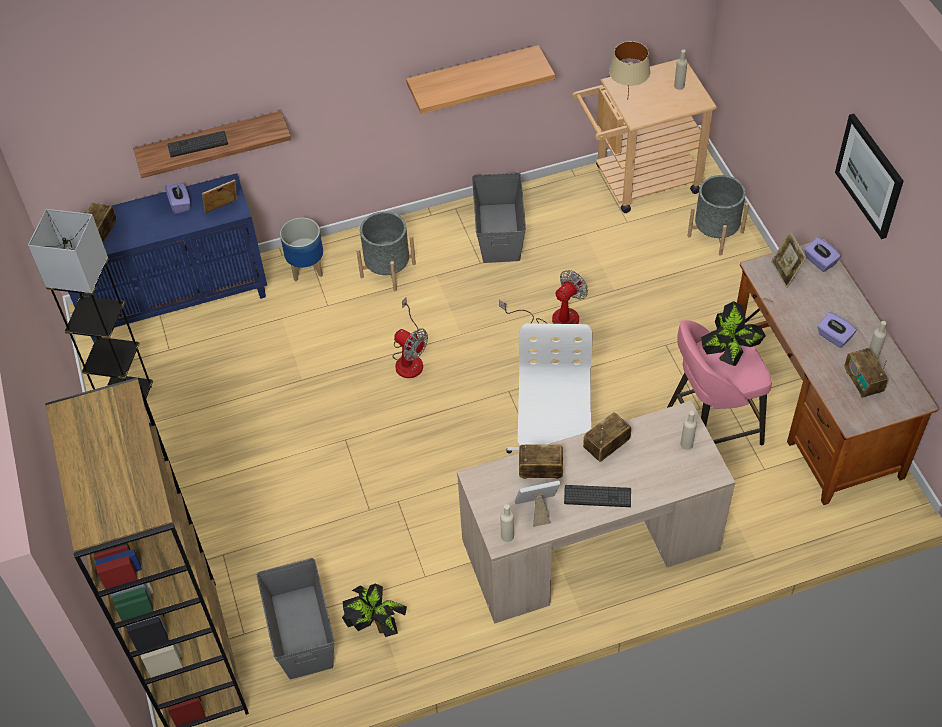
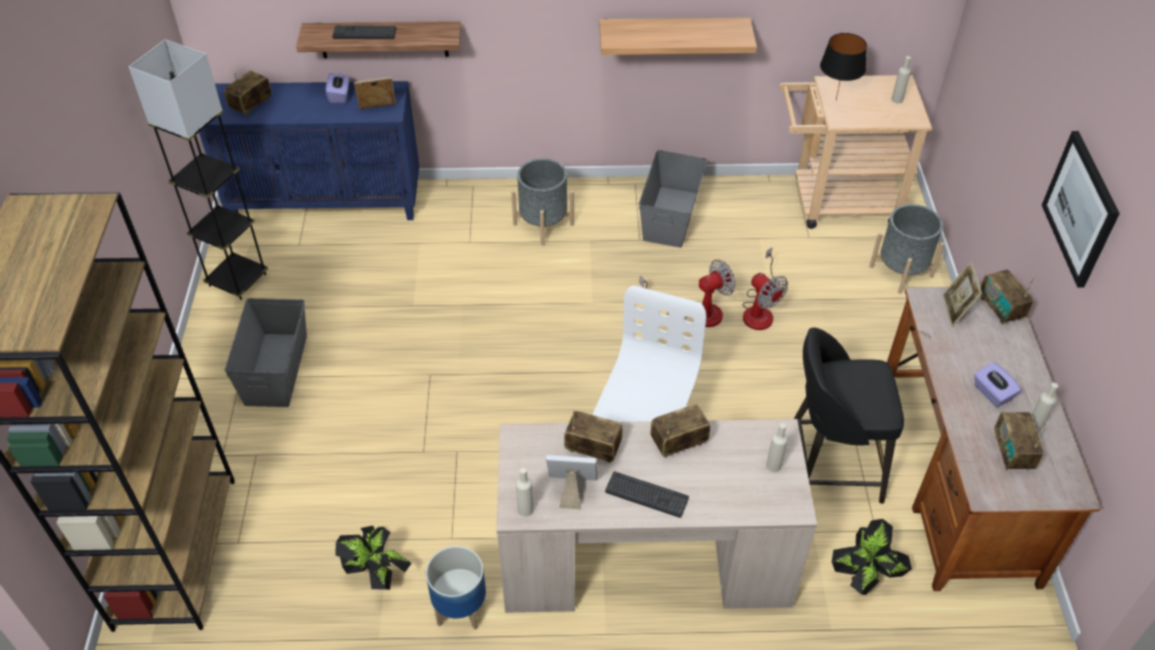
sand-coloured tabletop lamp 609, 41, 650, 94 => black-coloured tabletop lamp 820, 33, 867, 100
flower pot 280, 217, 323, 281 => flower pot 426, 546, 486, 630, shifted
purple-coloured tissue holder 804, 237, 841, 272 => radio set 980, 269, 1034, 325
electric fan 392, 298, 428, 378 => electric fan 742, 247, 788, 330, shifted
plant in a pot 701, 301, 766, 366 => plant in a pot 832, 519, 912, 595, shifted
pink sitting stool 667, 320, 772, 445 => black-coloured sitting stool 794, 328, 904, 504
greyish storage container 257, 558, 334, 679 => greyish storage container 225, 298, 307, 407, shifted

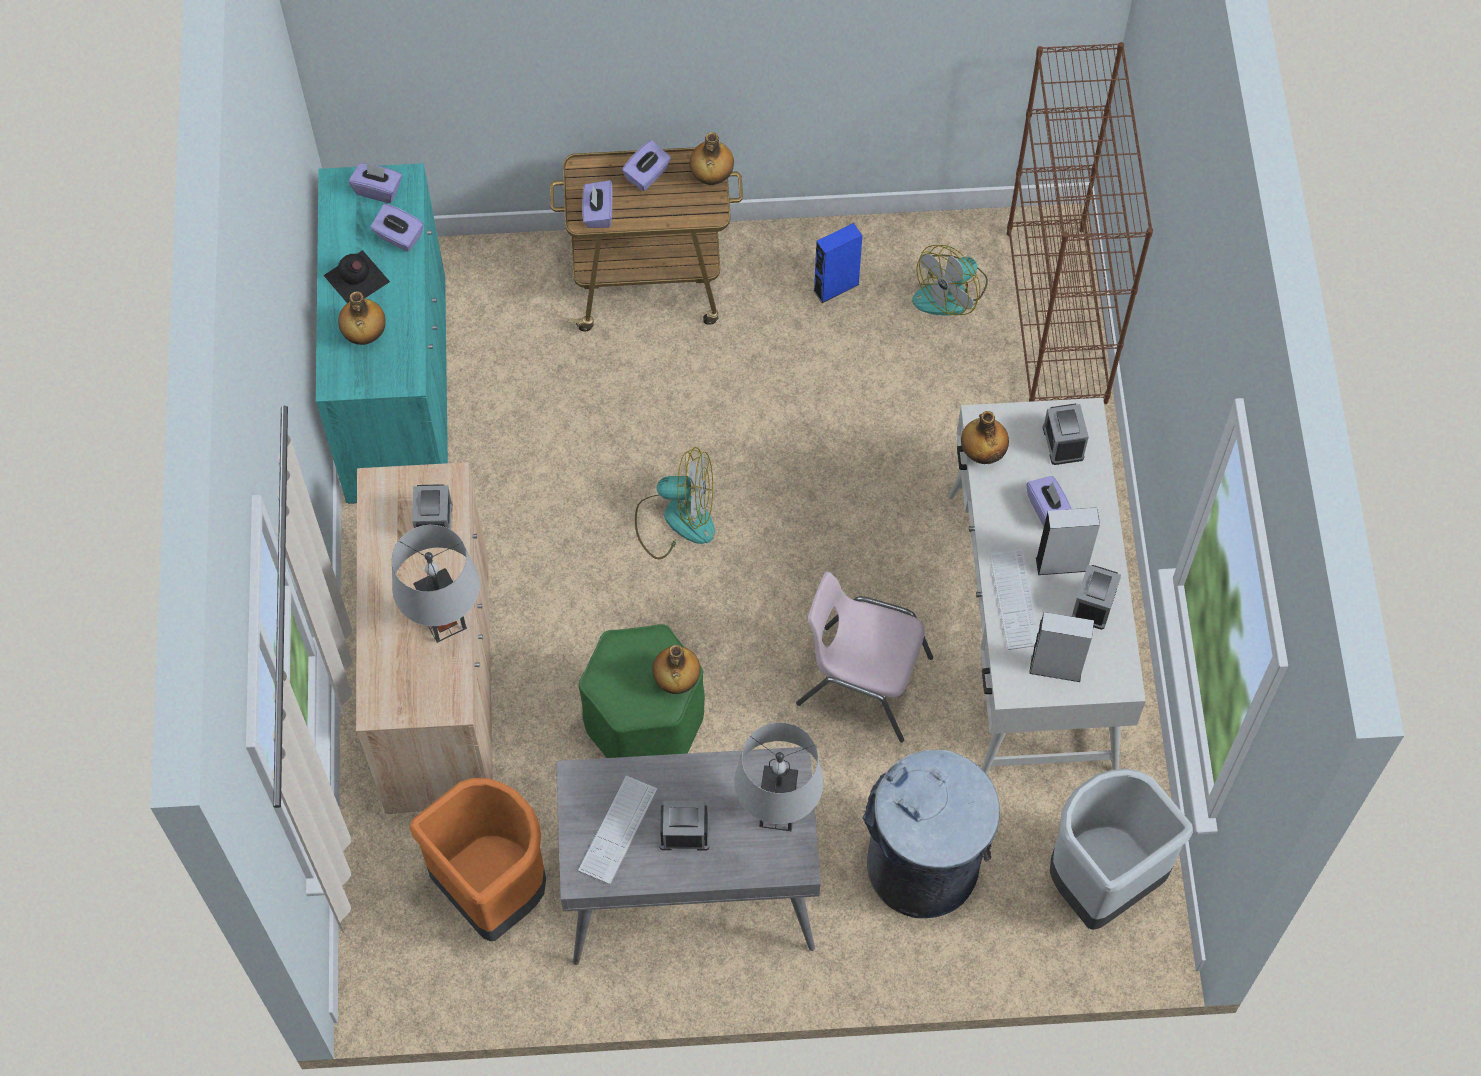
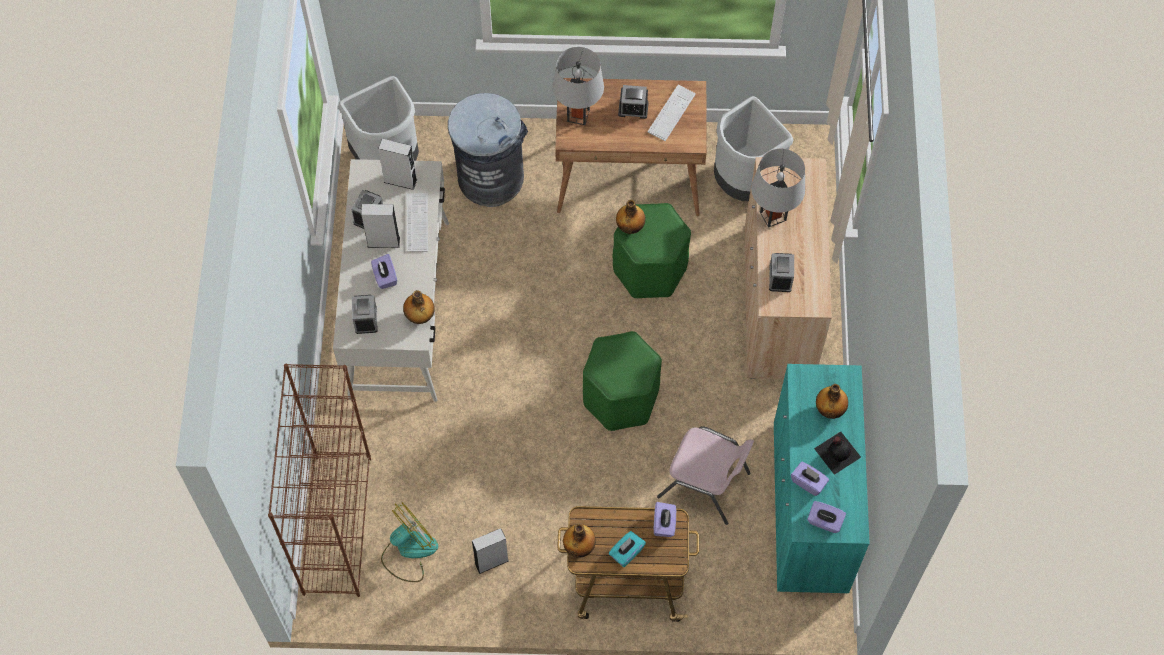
purple-coloured tissue holder 622, 140, 671, 191 => turquoise tissue holder 609, 531, 646, 567
bluish loudspeaker 813, 223, 862, 303 => greyish loudspeaker 472, 528, 509, 574
electric fan 635, 447, 715, 559 => green sitting stool 583, 331, 662, 431
pink chair 796, 571, 933, 742 => pink chair 657, 426, 754, 525, shifted
greyish desk table 556, 747, 821, 965 => brownish desk table 555, 78, 707, 216
orange rubbish bin 410, 778, 546, 941 => greyish rubbish bin 714, 96, 793, 201

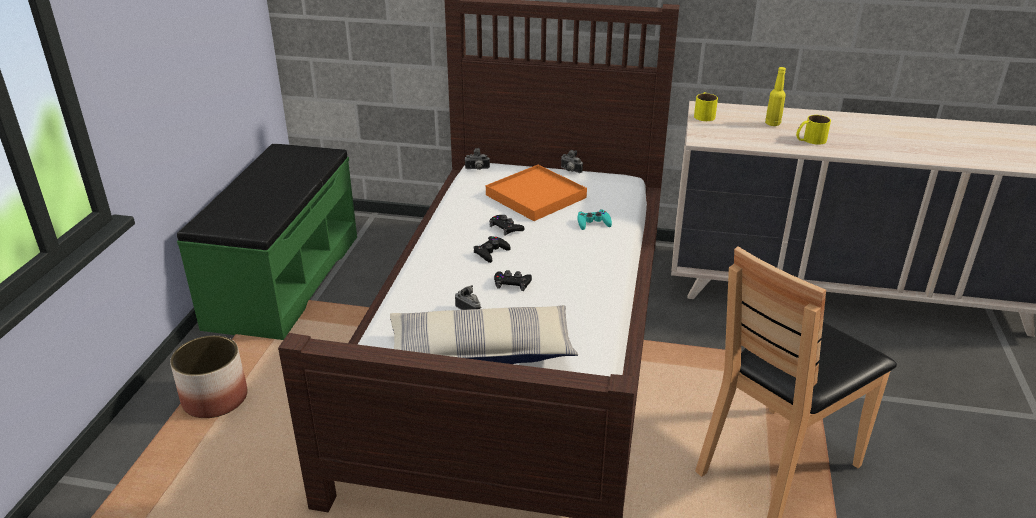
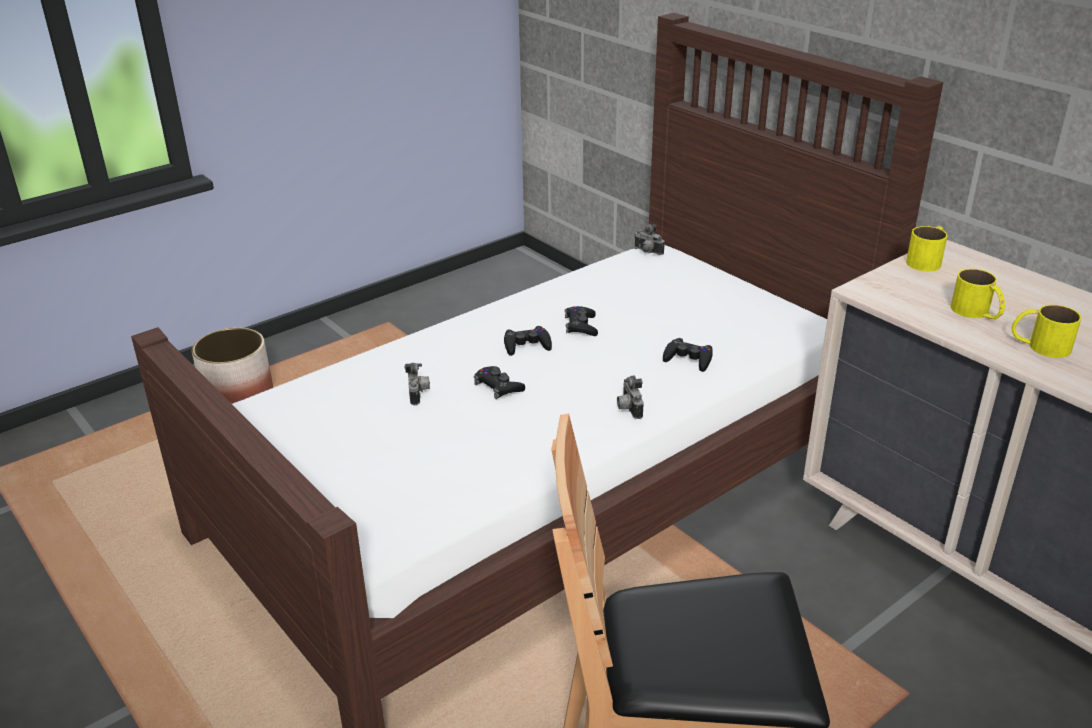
yellow beverage bottle 765, 67, 786, 126 => nothing
green bench 177, 144, 357, 340 => nothing
photo camera 561, 150, 583, 173 => photo camera 617, 376, 644, 419, shifted
orange serving tray 486, 165, 587, 221 => nothing
turquoise joypad 577, 209, 612, 230 => black-coloured joypad 663, 338, 712, 372
throw pillow 390, 305, 578, 364 => nothing
nothing => yellow mug 951, 269, 1005, 319

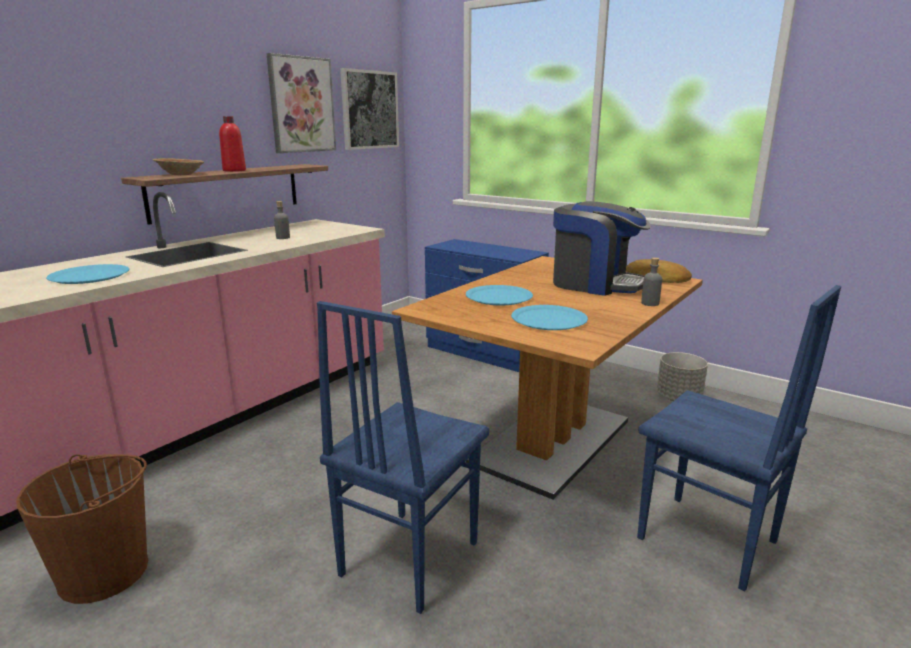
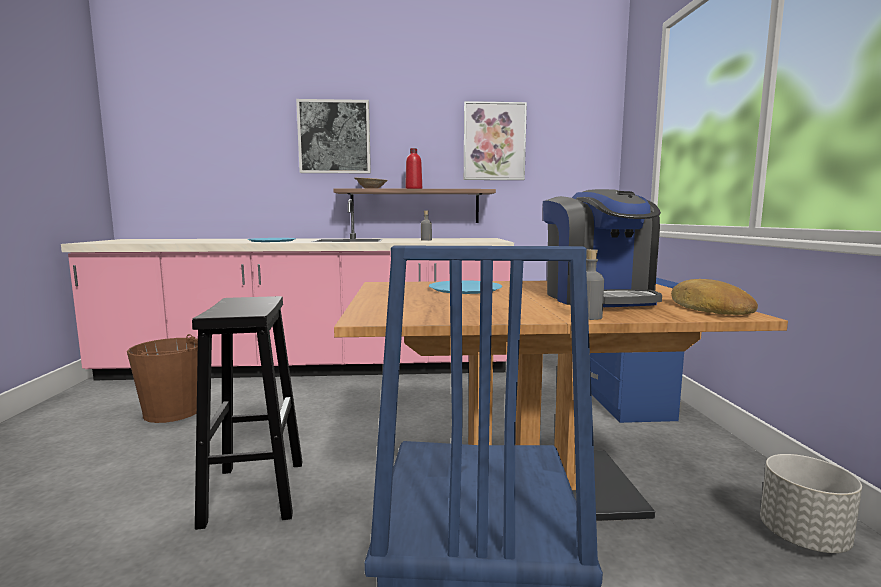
wall picture 340, 68, 399, 150 => wall picture 296, 99, 371, 173, shifted
bluish chair 317, 301, 489, 614 => black-coloured sitting stool 192, 296, 302, 530
bluish plate 511, 305, 588, 330 => nothing

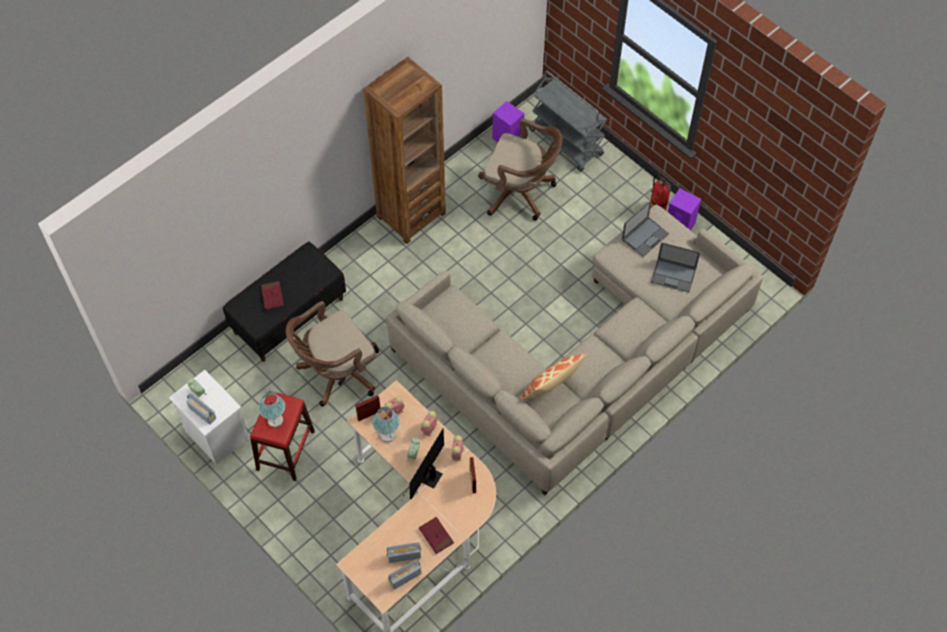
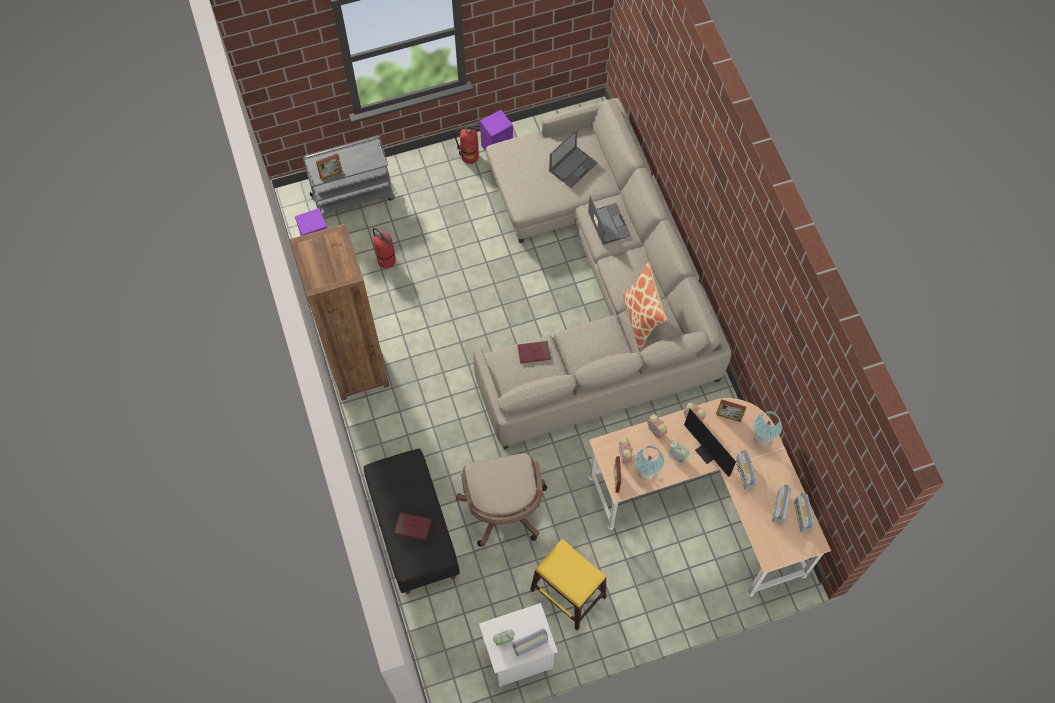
brownish desk chair 478, 119, 562, 221 => fire-fighting cylinder 373, 228, 396, 268
notebook computer 622, 200, 669, 257 => notebook computer 588, 195, 631, 245, shifted
red-coloured sitting stool 250, 391, 315, 481 => yellow sitting stool 530, 539, 606, 631
tabletop lamp 258, 392, 285, 428 => tabletop lamp 753, 411, 782, 446, shifted
red-coloured book 419, 517, 454, 554 => red-coloured book 517, 341, 550, 363, shifted
nothing => picture frame 316, 153, 343, 180
nothing => radio set 736, 450, 757, 489

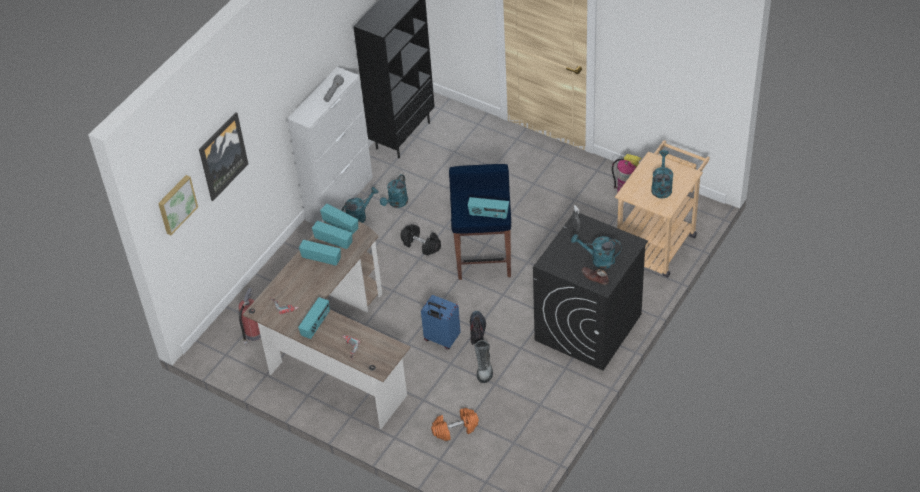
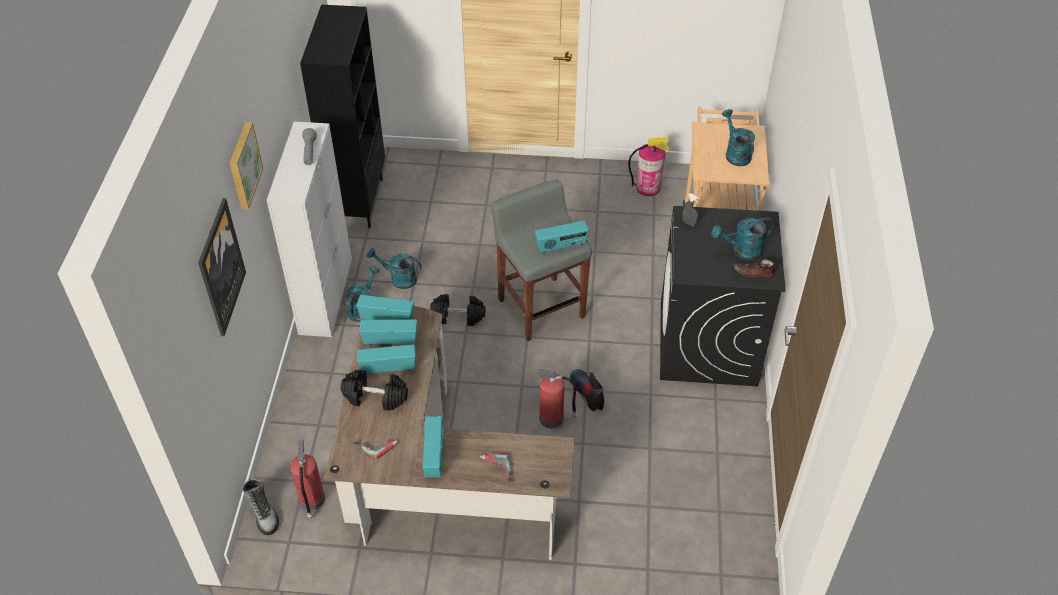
bluish sitting stool 449, 164, 511, 280 => greyish sitting stool 491, 179, 592, 341
turquoise sprinkling can 380, 174, 408, 208 => turquoise sprinkling can 367, 248, 422, 289, 105 degrees clockwise
wall picture 158, 175, 198, 235 => wall picture 230, 122, 263, 209, shifted
bluish piece of luggage 421, 295, 461, 349 => fire-fighting cylinder 537, 369, 577, 429
tall boot 474, 340, 493, 383 => tall boot 242, 479, 279, 535, shifted
orange hand weight 431, 408, 479, 441 => nothing
nothing => black-coloured hand weight 341, 370, 408, 411

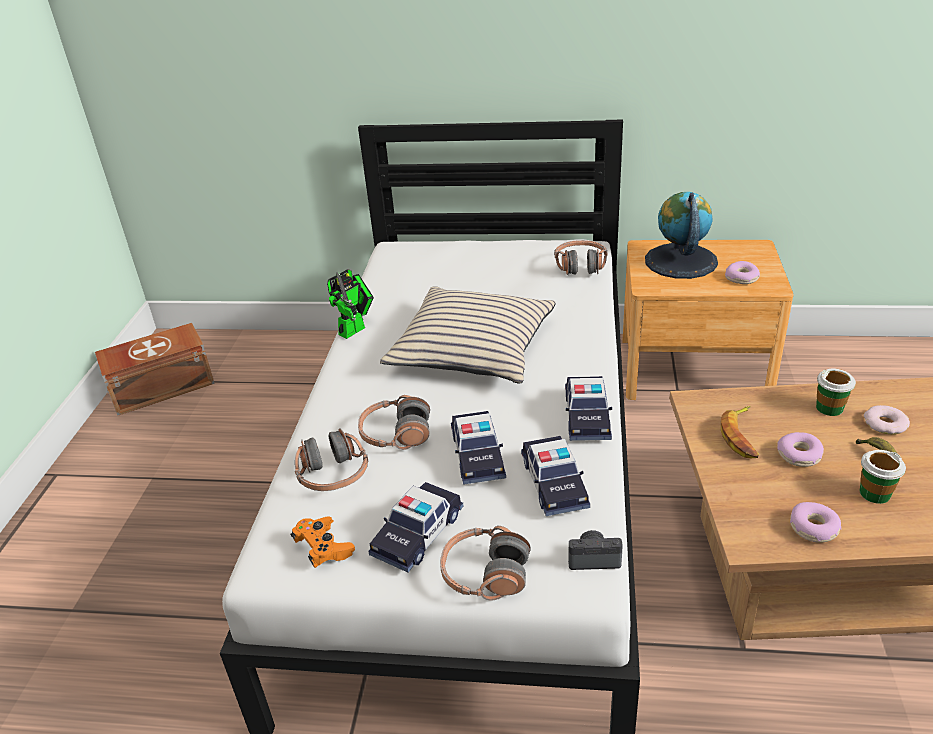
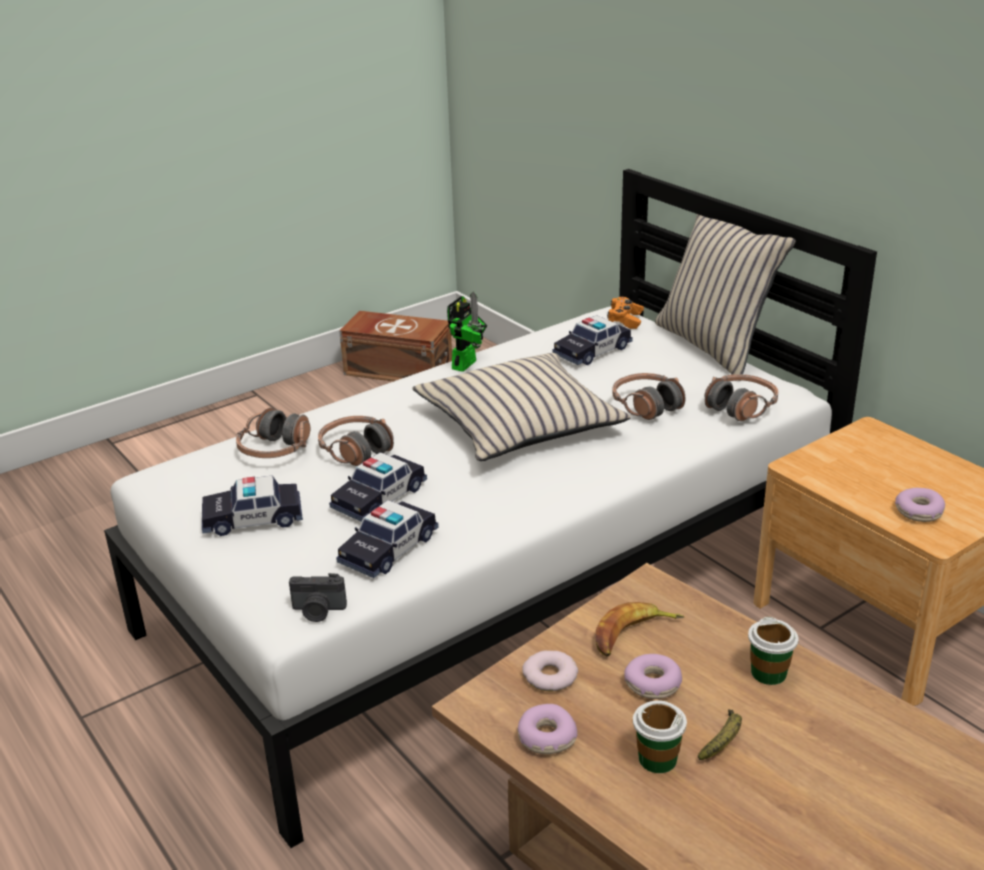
globe 645, 192, 718, 279 => nothing
model robot 327, 269, 374, 339 => model robot 447, 291, 487, 372, 60 degrees counterclockwise
toy car 565, 376, 612, 441 => toy car 552, 315, 633, 365, shifted
ring doughnut 864, 405, 910, 435 => ring doughnut 522, 650, 578, 692, shifted
orange joypad 291, 516, 355, 568 => orange joypad 607, 297, 644, 329, shifted
pair of headphones 440, 526, 531, 601 => pair of headphones 612, 373, 685, 420, shifted
photo camera 568, 530, 623, 570 => photo camera 289, 573, 347, 622, 135 degrees clockwise
nothing => sand-coloured throw pillow 655, 214, 796, 375

